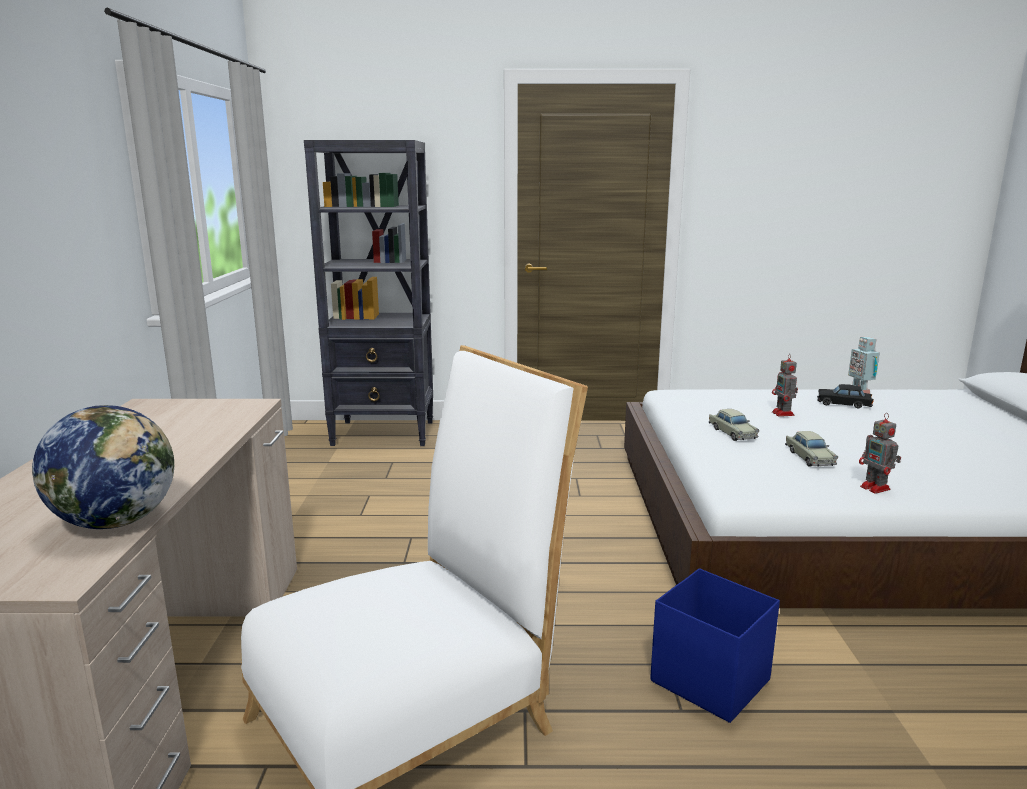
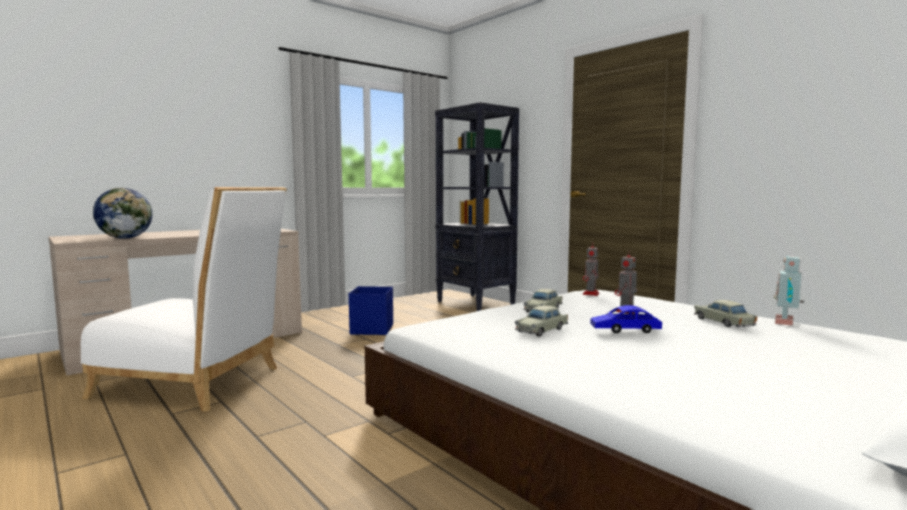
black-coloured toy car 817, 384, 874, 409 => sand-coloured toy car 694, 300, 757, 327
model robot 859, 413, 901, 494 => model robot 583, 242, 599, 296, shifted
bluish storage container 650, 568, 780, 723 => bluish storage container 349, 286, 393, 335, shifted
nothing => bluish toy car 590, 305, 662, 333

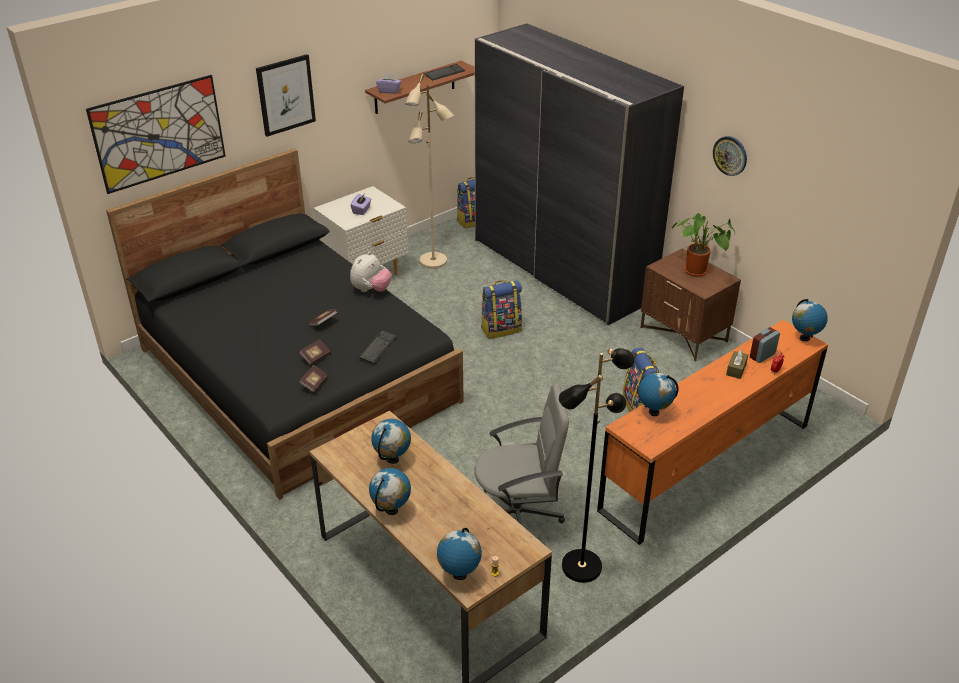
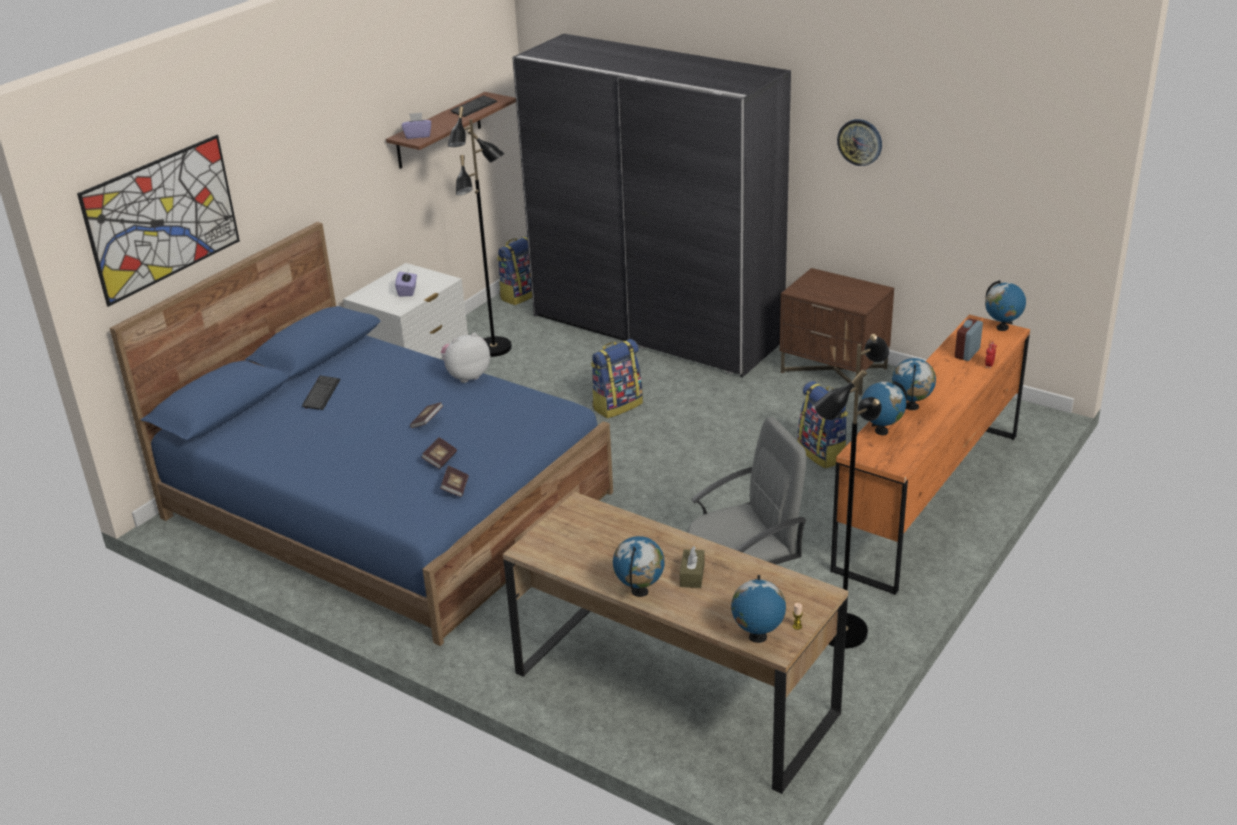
wall picture 256, 54, 316, 137 => nothing
sand-coloured standard lamp 405, 74, 454, 269 => black-coloured standard lamp 448, 107, 512, 357
black-coloured bed 106, 148, 464, 500 => bluish bed 110, 222, 613, 646
plant in a pot 672, 213, 735, 277 => nothing
soft toy 350, 251, 392, 292 => soft toy 441, 332, 490, 383, 135 degrees counterclockwise
keyboard 359, 330, 398, 364 => keyboard 302, 376, 340, 410, shifted
brownish tissue holder 726, 350, 748, 379 => brownish tissue holder 680, 546, 705, 588, shifted
globe 371, 419, 411, 464 => globe 892, 358, 936, 410, shifted

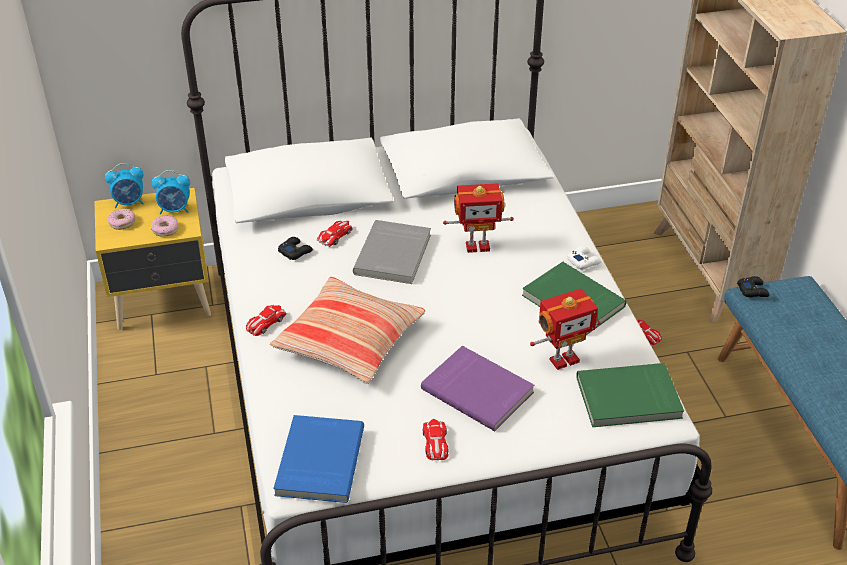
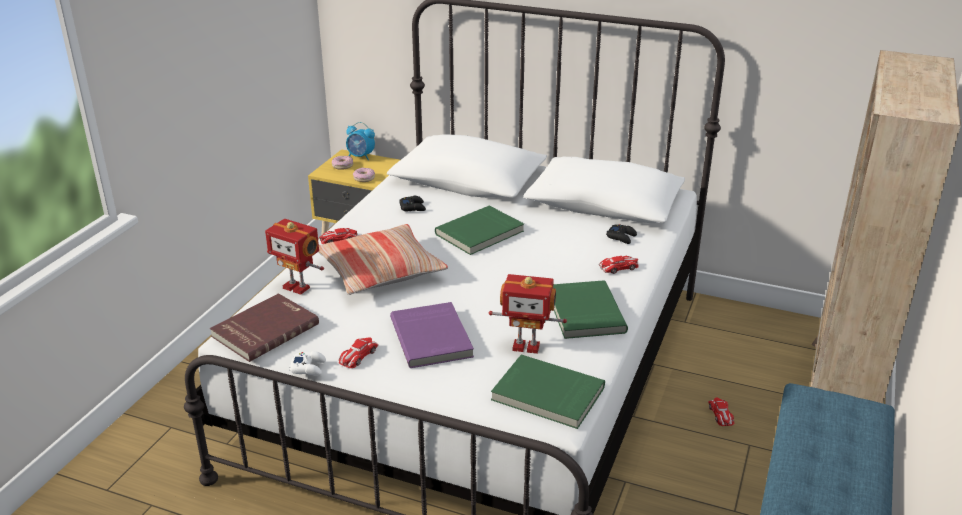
bedside clock 152, 170, 190, 214 => nothing
model robot 443, 183, 514, 253 => model robot 265, 219, 324, 295, shifted
toy car 316, 220, 352, 247 => toy car 598, 256, 639, 274, shifted
greyish book 353, 220, 431, 284 => green book 435, 206, 524, 255
whitish joypad 567, 246, 602, 270 => whitish joypad 289, 351, 326, 376, shifted
black-coloured joypad 737, 276, 770, 297 => black-coloured joypad 606, 224, 637, 244, shifted
bluish book 273, 415, 364, 503 => red-coloured book 210, 293, 319, 362

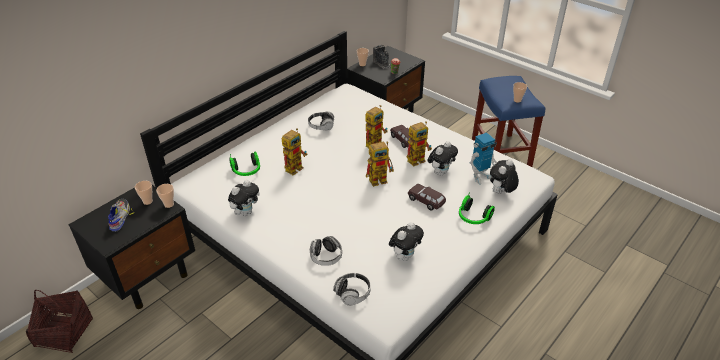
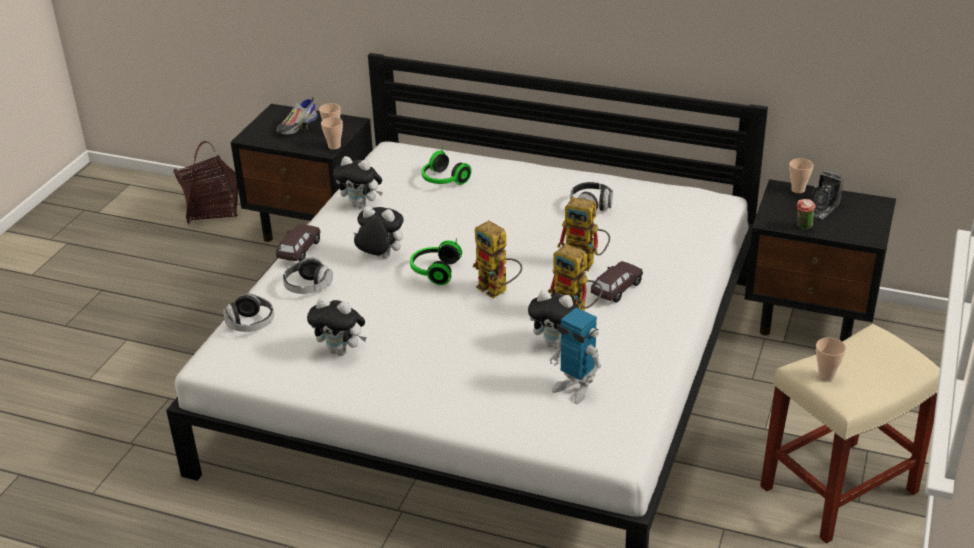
bluish sitting stool 472, 76, 545, 167 => sand-coloured sitting stool 760, 324, 940, 544
model robot 282, 128, 307, 175 => nothing
soft toy 490, 159, 519, 194 => soft toy 354, 206, 404, 258, shifted
brownish toy car 408, 184, 446, 211 => brownish toy car 276, 224, 320, 261, shifted
pair of headphones 459, 192, 495, 224 => pair of headphones 410, 238, 462, 285, shifted
shoe 108, 199, 134, 232 => shoe 277, 97, 318, 135, 150 degrees clockwise

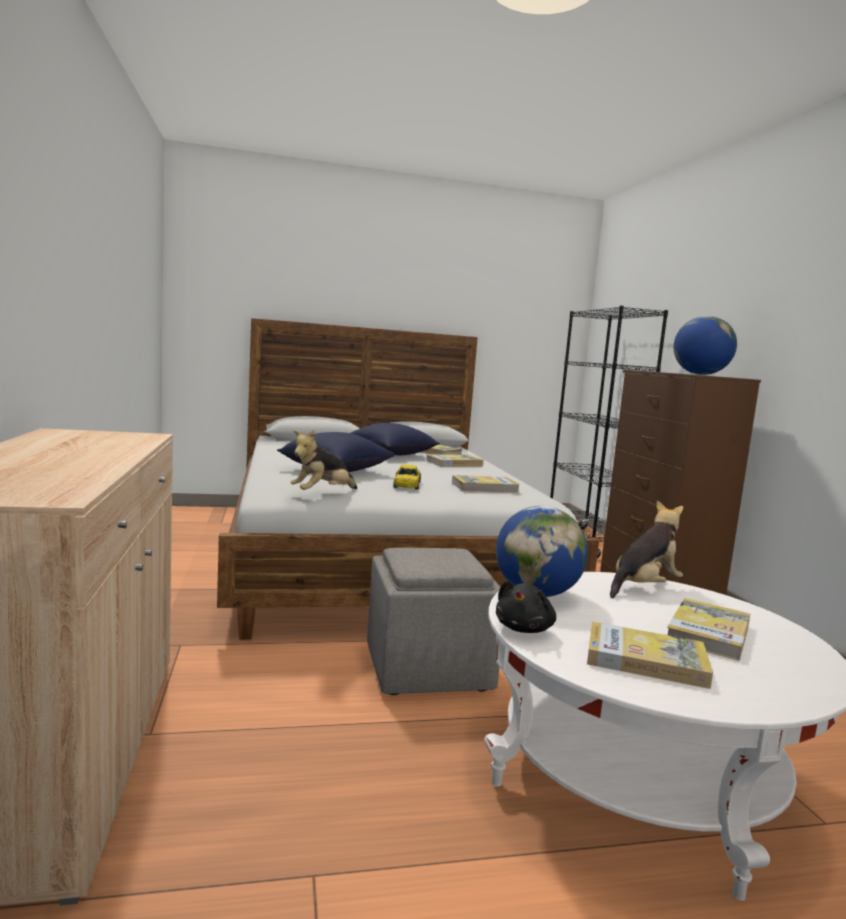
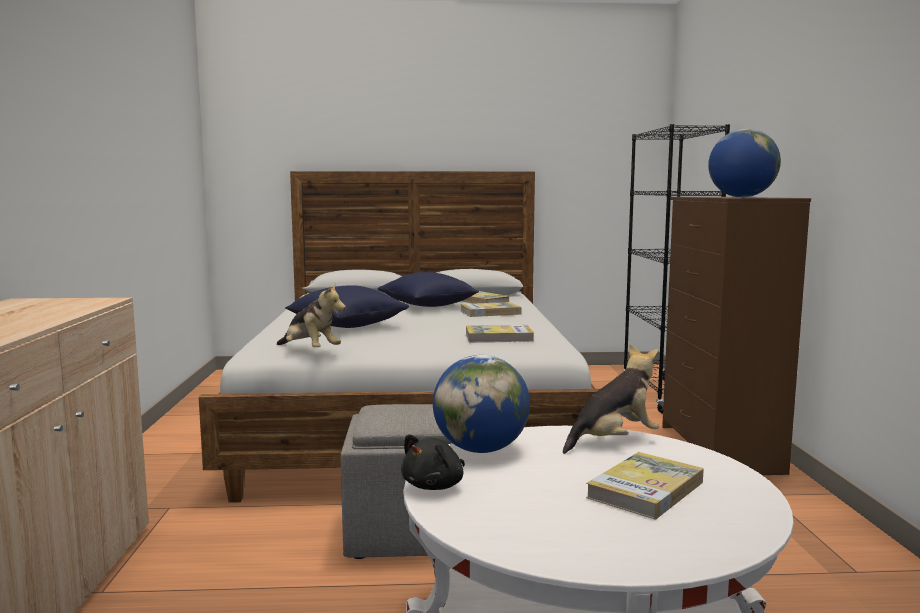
soft toy 290, 430, 357, 490 => soft toy 277, 284, 346, 347, 105 degrees counterclockwise
yellow toy car 393, 465, 421, 489 => nothing
book 587, 622, 713, 689 => nothing

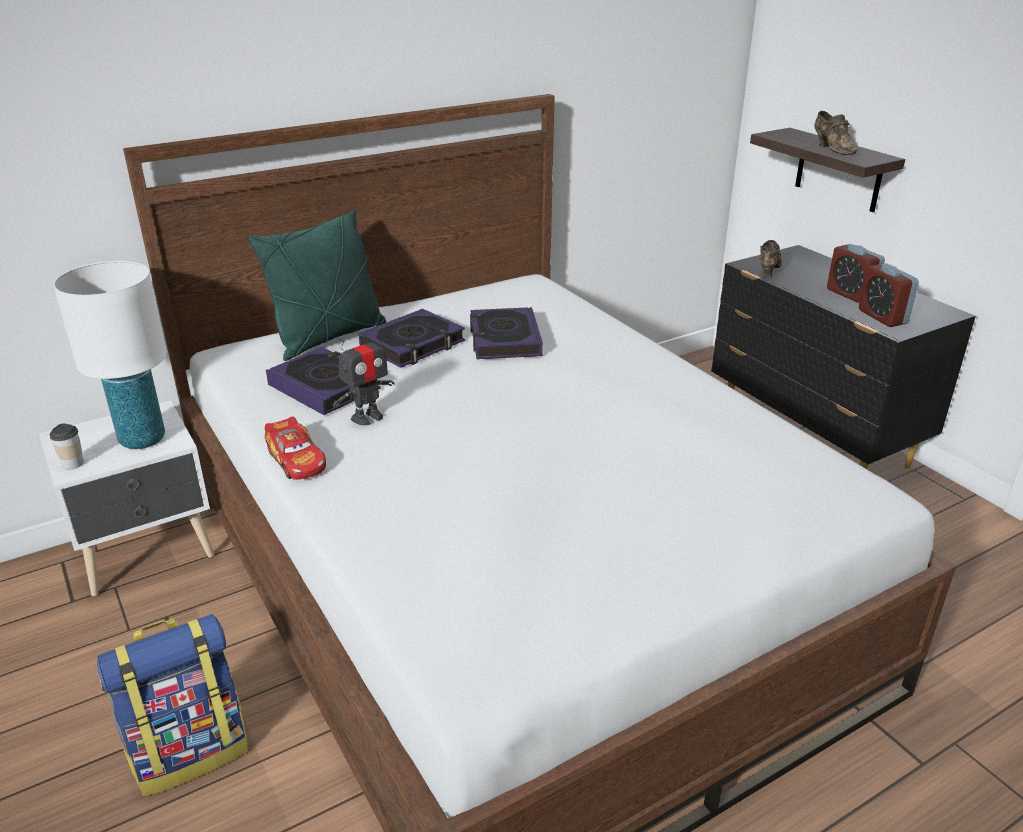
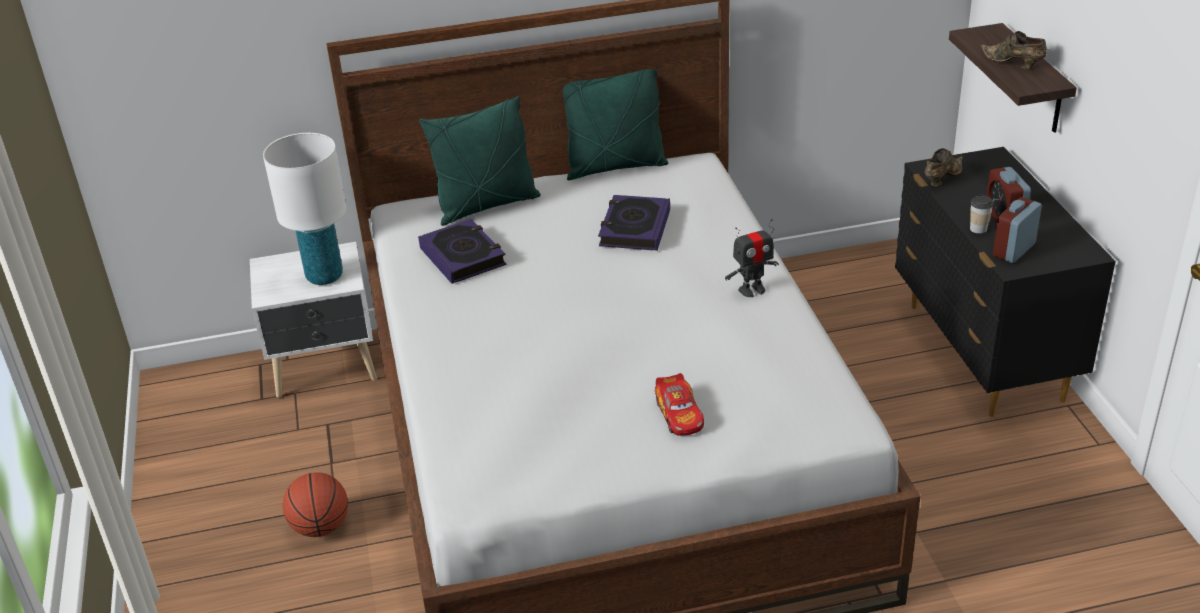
brownish shoe 814, 111, 858, 155 => brownish shoe 981, 31, 1047, 69, 135 degrees clockwise
bedside clock 859, 263, 919, 327 => bedside clock 993, 197, 1042, 263, 45 degrees clockwise
book 359, 309, 465, 368 => nothing
model robot 333, 327, 395, 425 => model robot 725, 219, 779, 297, shifted
toy car 265, 416, 326, 480 => toy car 655, 373, 704, 436, shifted
small cup 49, 423, 84, 469 => small cup 970, 194, 993, 234, shifted
knapsack 97, 614, 249, 796 => basketball 283, 472, 348, 537
nothing => green throw pillow 562, 69, 668, 180

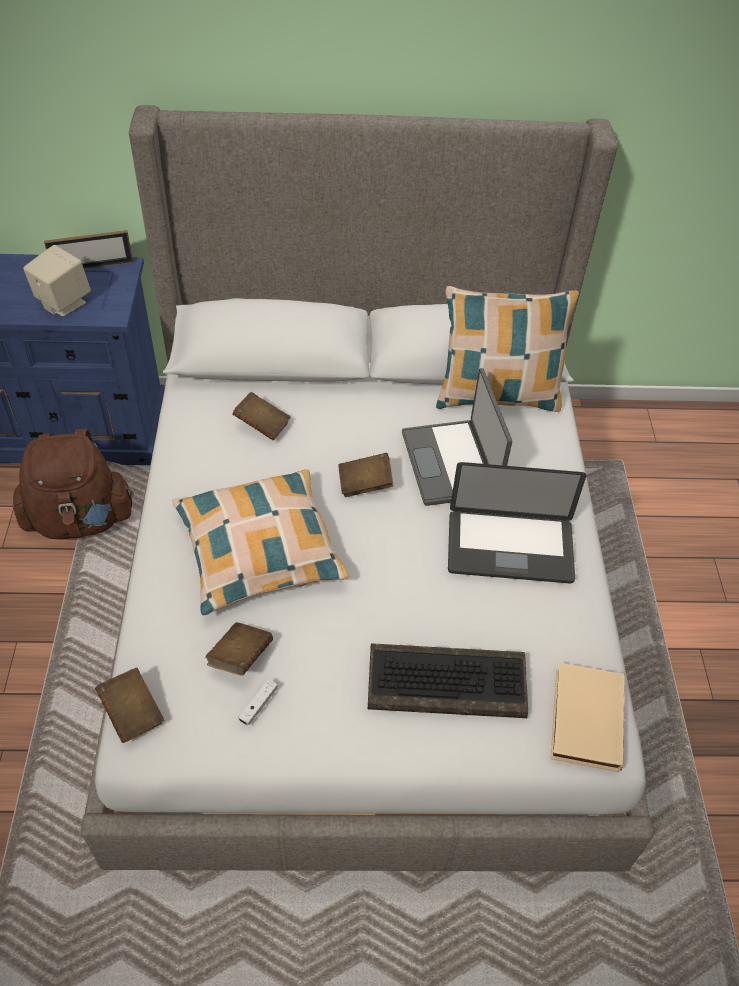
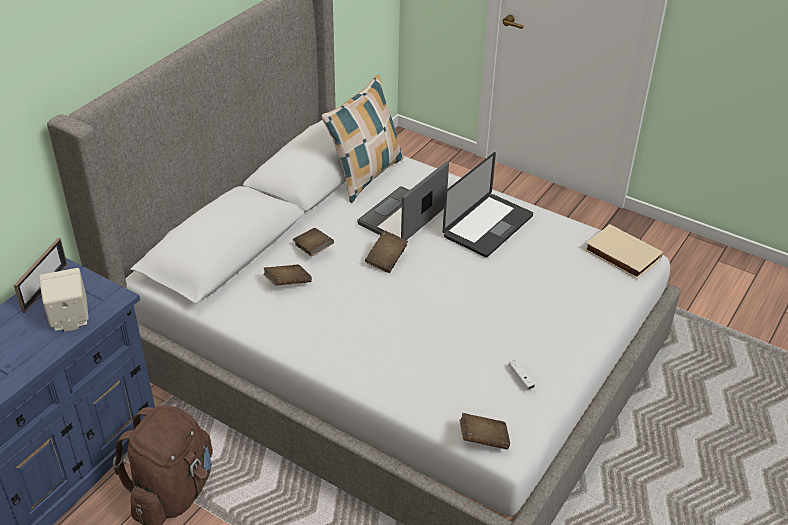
notebook computer 402, 368, 512, 506 => notebook computer 357, 162, 449, 240, 105 degrees clockwise
throw pillow 172, 469, 348, 616 => nothing
brownish book 205, 622, 273, 676 => brownish book 293, 228, 334, 256, shifted
keyboard 368, 643, 528, 718 => nothing

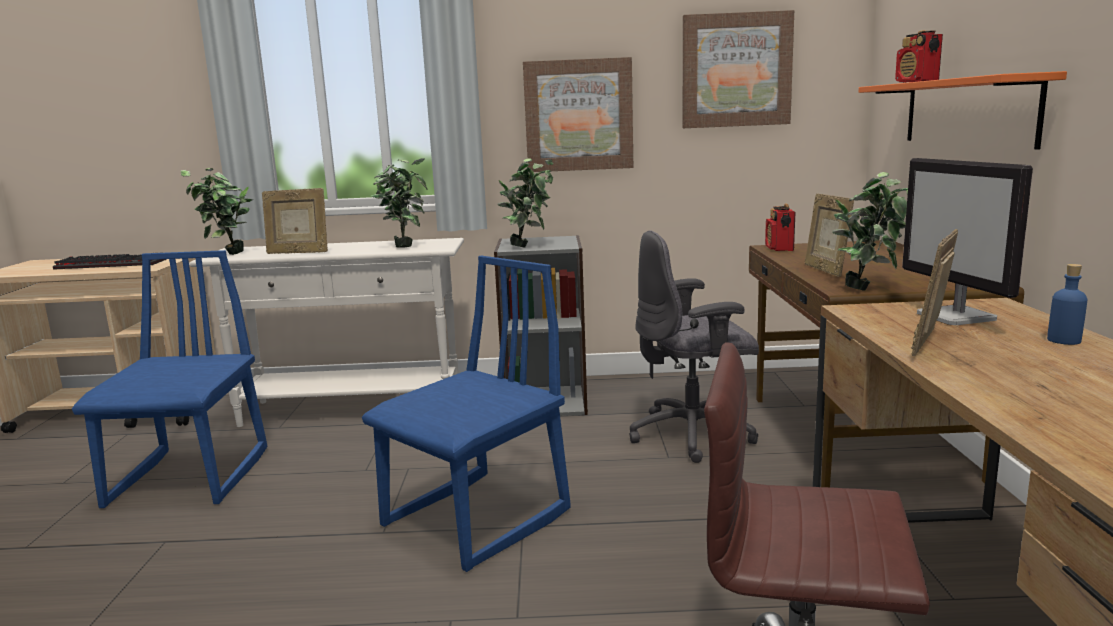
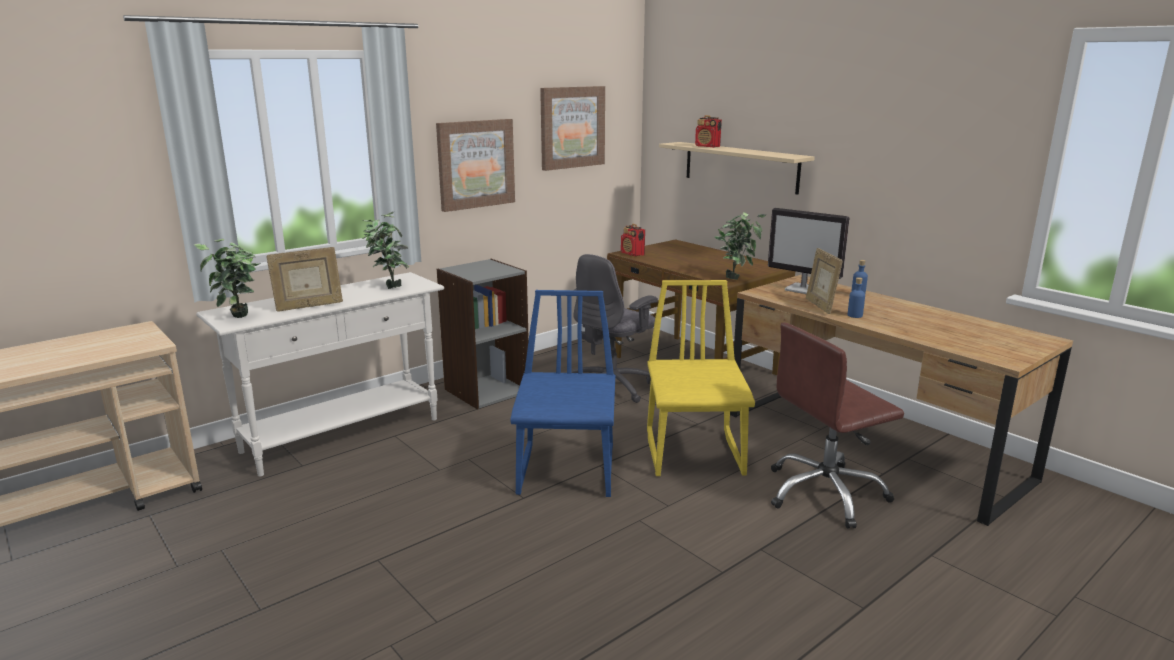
orange bracket shelf 859, 71, 1067, 150 => sand-coloured bracket shelf 659, 142, 815, 195
plant in a pot 498, 158, 553, 248 => nothing
picture frame 805, 194, 854, 277 => nothing
bluish chair 72, 250, 268, 508 => nothing
keyboard 53, 252, 166, 270 => nothing
nothing => bluish beverage bottle 848, 277, 865, 318
nothing => yellow chair 647, 280, 755, 476

